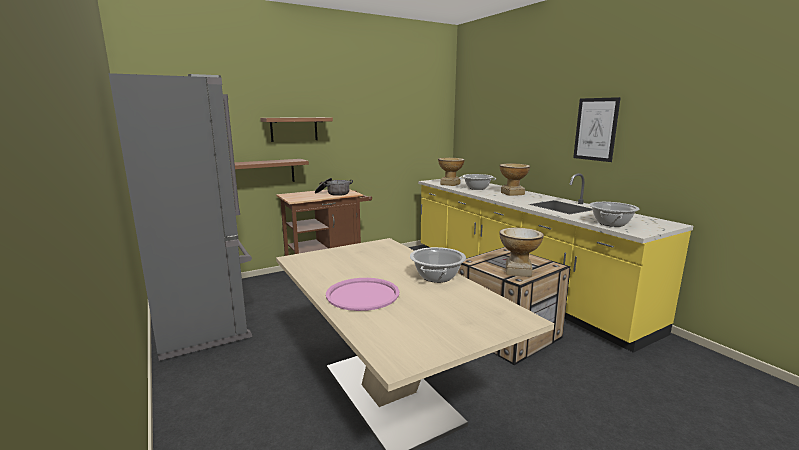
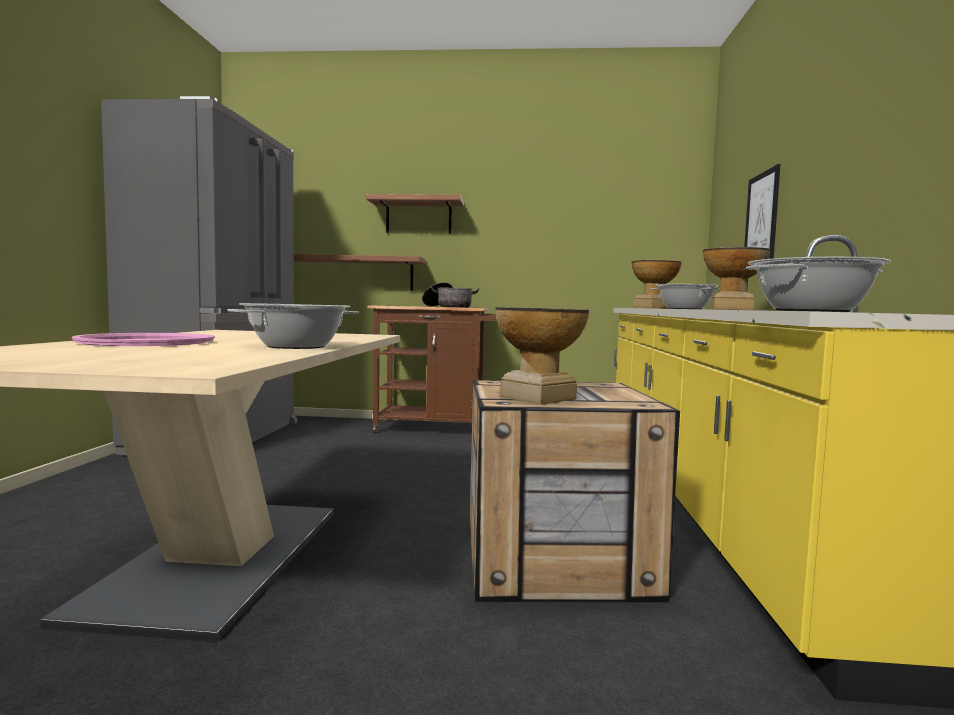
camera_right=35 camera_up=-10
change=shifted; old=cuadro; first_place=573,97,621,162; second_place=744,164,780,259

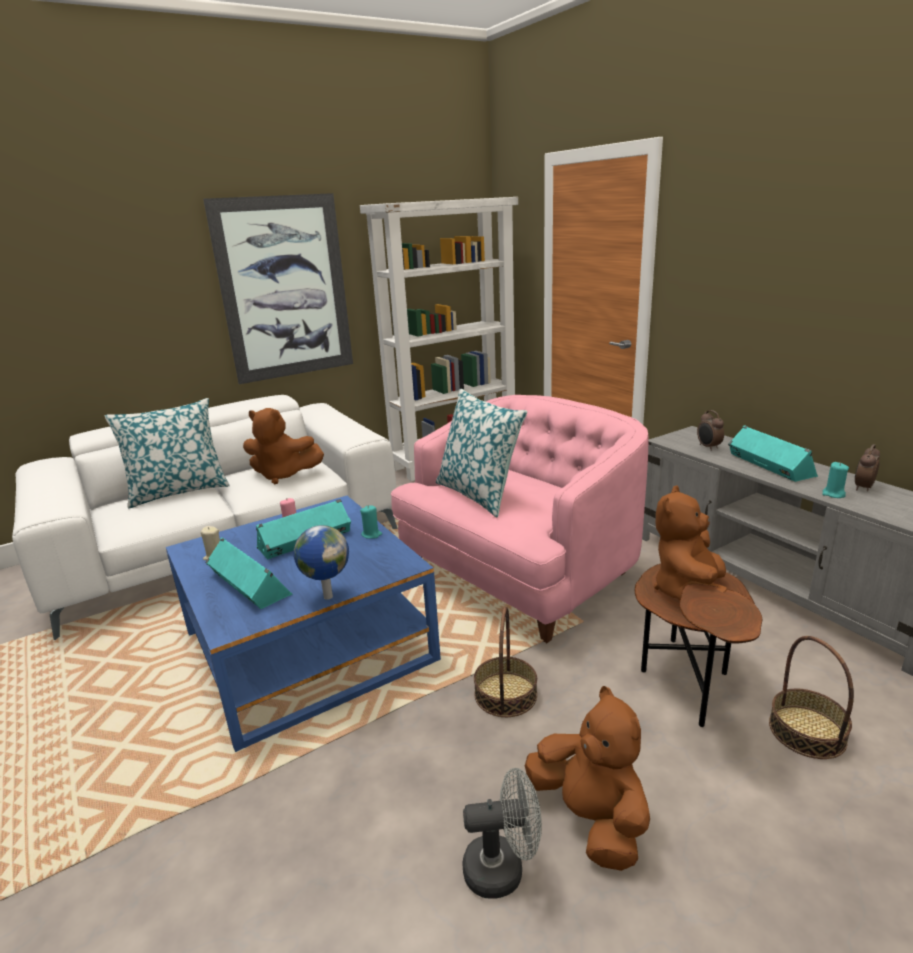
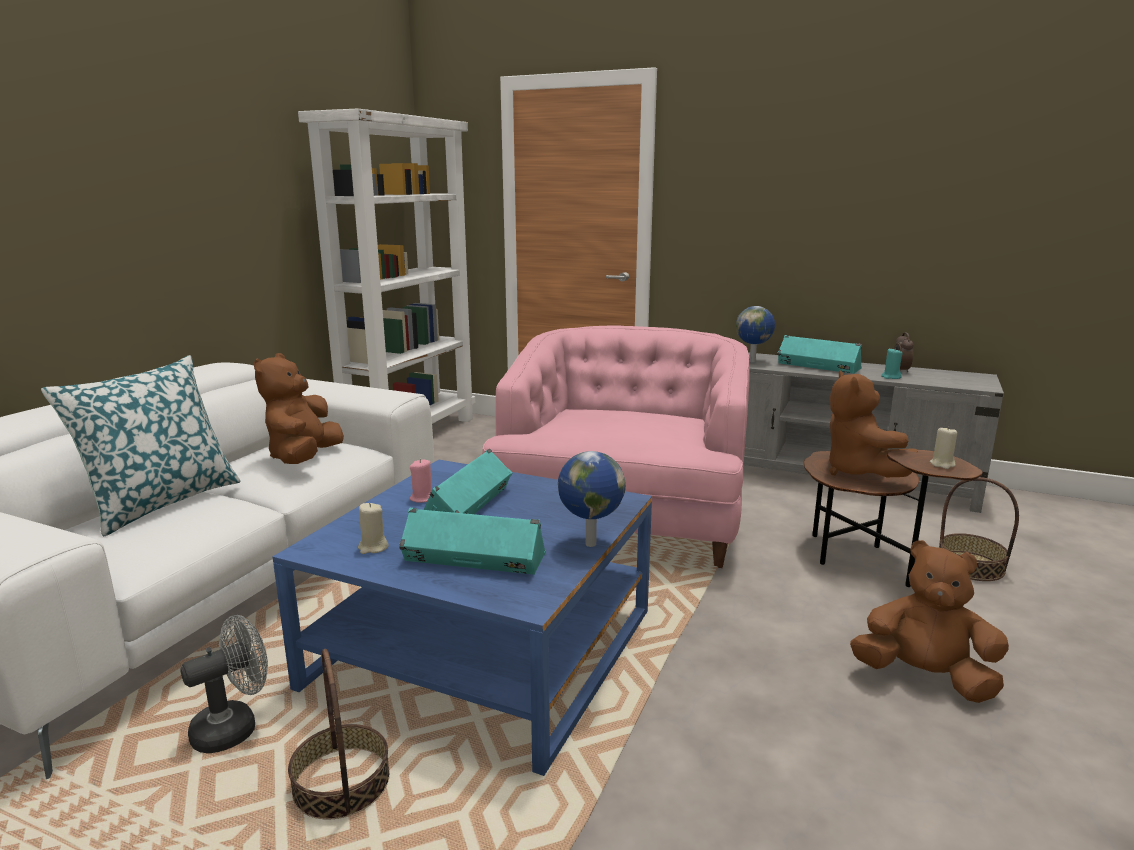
camera_right=-35 camera_up=-5
change=gone; old=cuadro; first_place=203,193,353,384
change=gone; old=cojín; first_place=436,389,527,517
change=rotated; old=peluche [marrón]; first_place=243,408,324,484; second_place=254,353,344,464; degrees=120
change=swapped; old=despertador; new=globo terráqueo; first_place=697,410,724,451; second_place=736,306,775,362
change=gone; old=vela [turquesa]; first_place=360,506,382,539
change=shifted; old=cesta; first_place=474,606,537,717; second_place=288,649,390,819
change=shifted; old=ventilador [gris]; first_place=463,768,542,899; second_place=180,615,268,753
change=new; new=vela [beis]; second_place=930,426,957,469

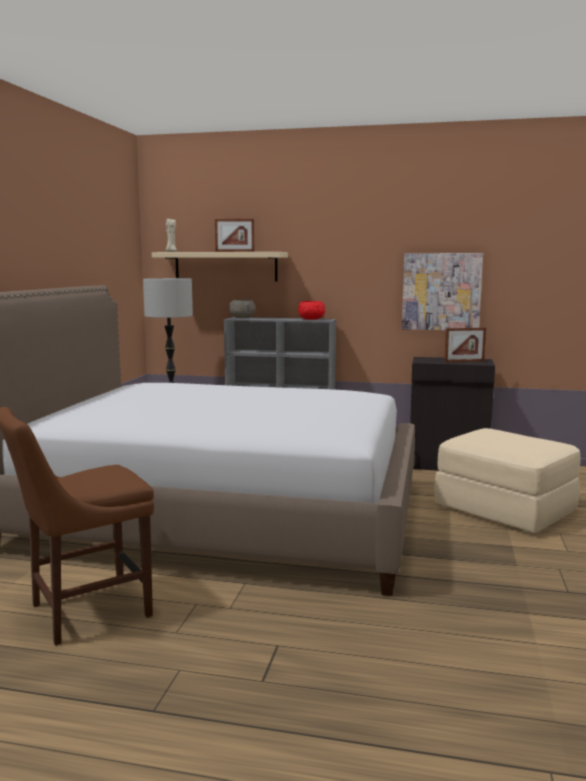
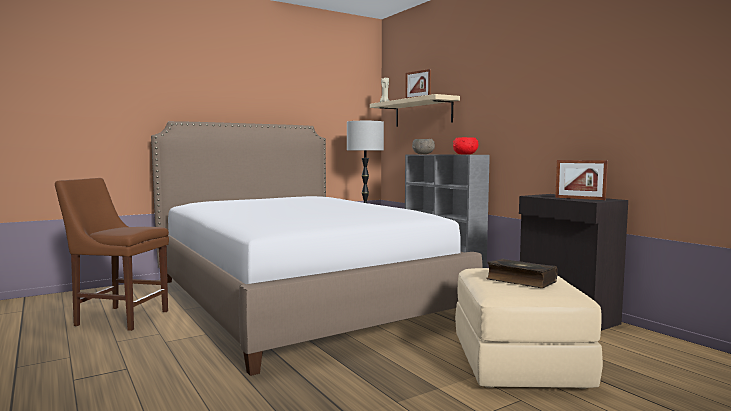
camera_right=45 camera_up=-5
change=gone; old=cuadro; first_place=402,253,483,330
change=new; new=libro; second_place=486,259,558,288

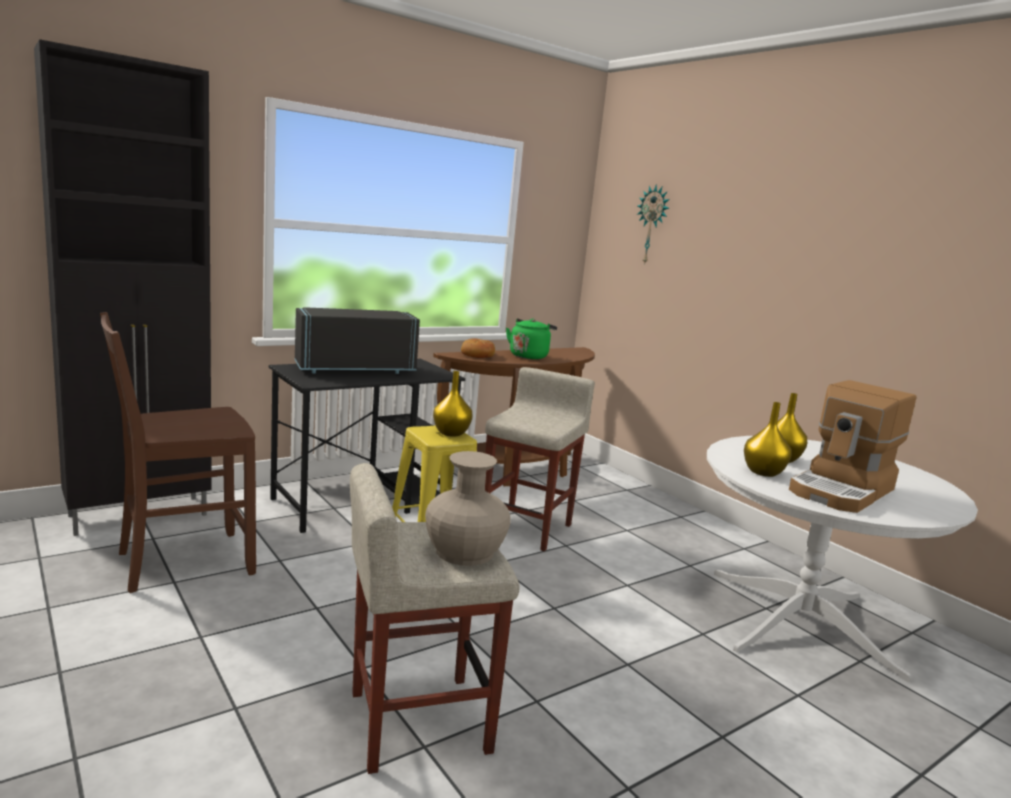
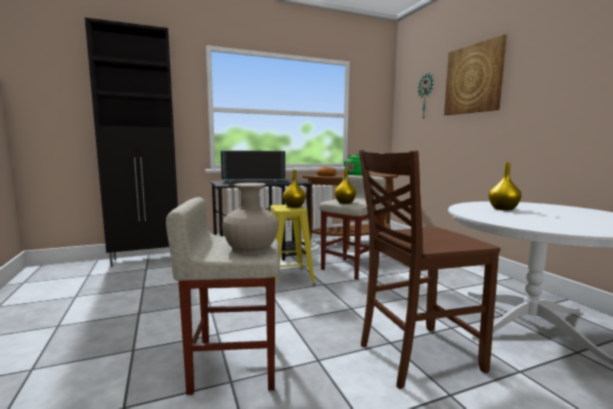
camera_right=15 camera_up=-5
change=shifted; old=silla [marrón]; first_place=100,312,256,593; second_place=359,150,500,389
change=gone; old=cafetera; first_place=789,380,917,513
change=shifted; old=florero [amarillo]; first_place=744,402,792,477; second_place=335,168,356,204
change=new; new=cuadro; second_place=444,34,507,115

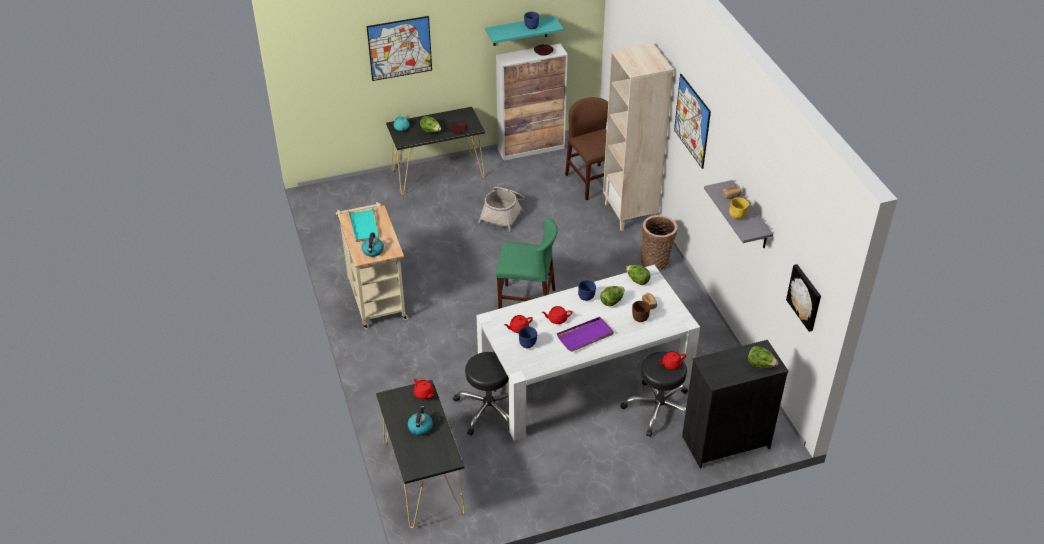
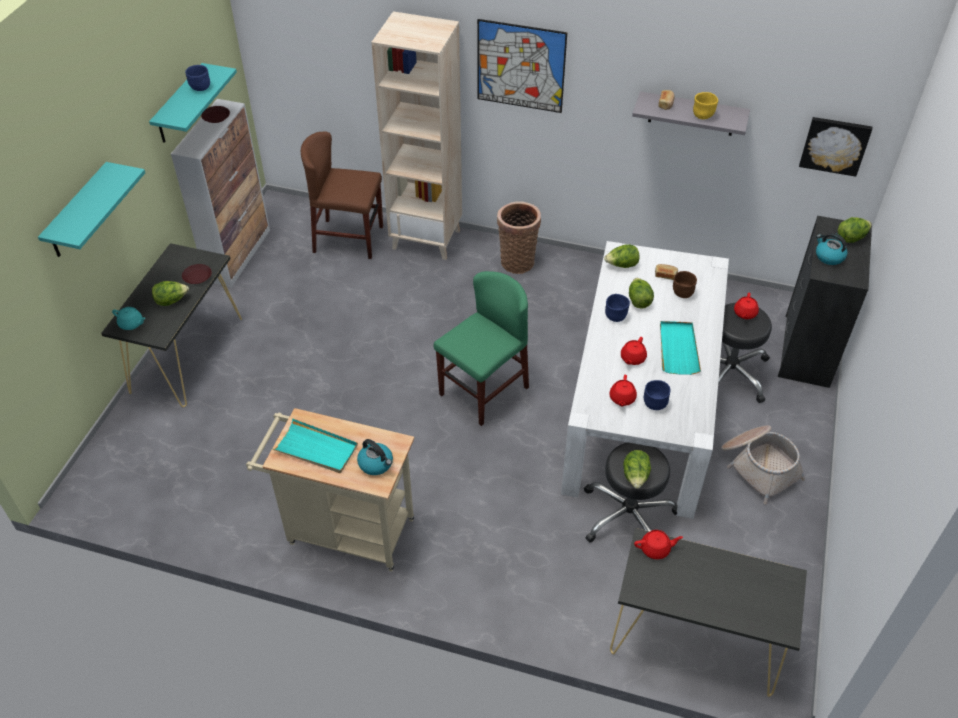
camera_right=-55 camera_up=5
change=swapped; old=cuadro; new=estante [turquesa]; first_place=367,16,432,81; second_place=38,162,145,257
change=shifted; old=cesta; first_place=478,187,525,231; second_place=721,425,805,504
change=repainted; old=bandeja [morado]; new=bandeja [turquesa]; first_place=557,317,614,352; second_place=660,321,701,375
change=shifted; old=hervidor; first_place=408,406,433,435; second_place=816,233,847,265
change=new; new=lechuga; second_place=623,450,651,489

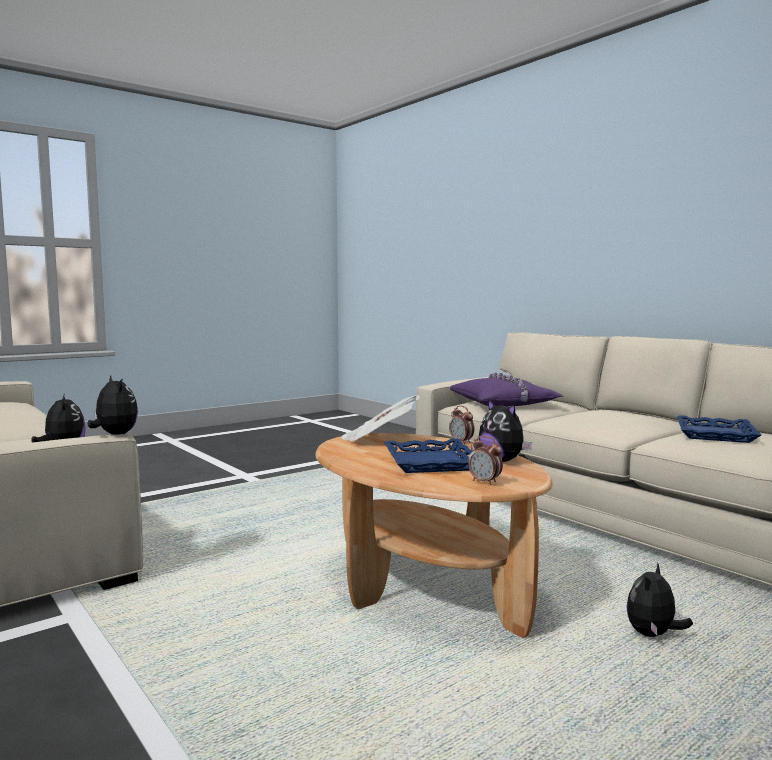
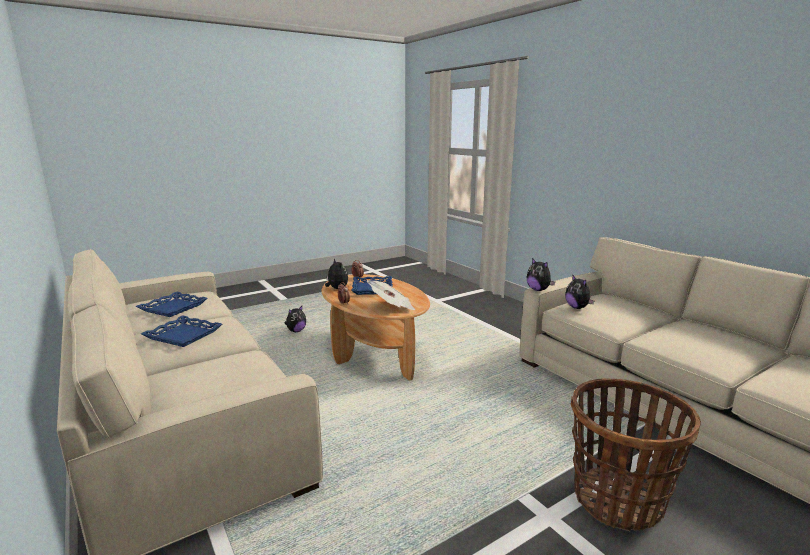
camera_right=-175 camera_up=10
change=gone; old=cojín [morado]; first_place=450,372,563,406
change=new; new=bandeja [azul]; second_place=141,315,222,347
change=new; new=cesta; second_place=571,378,701,531

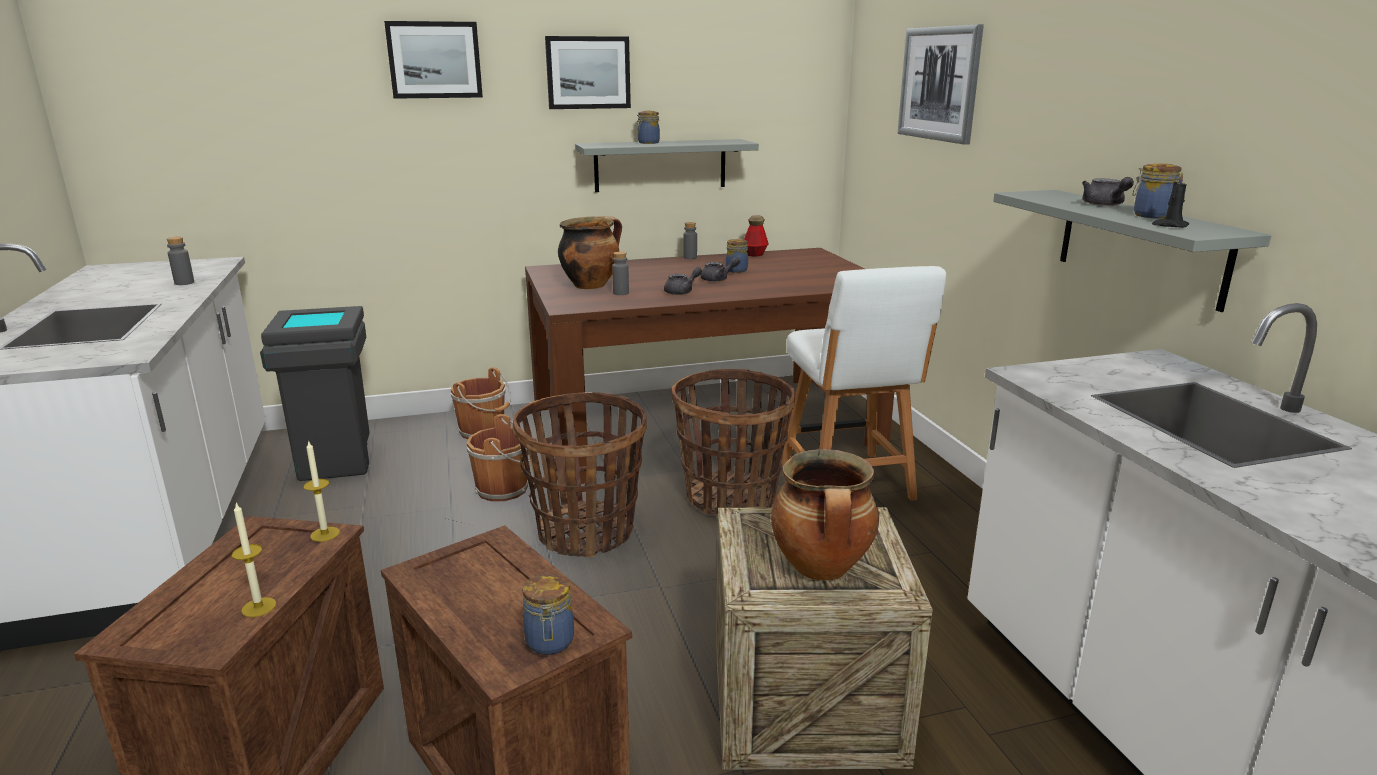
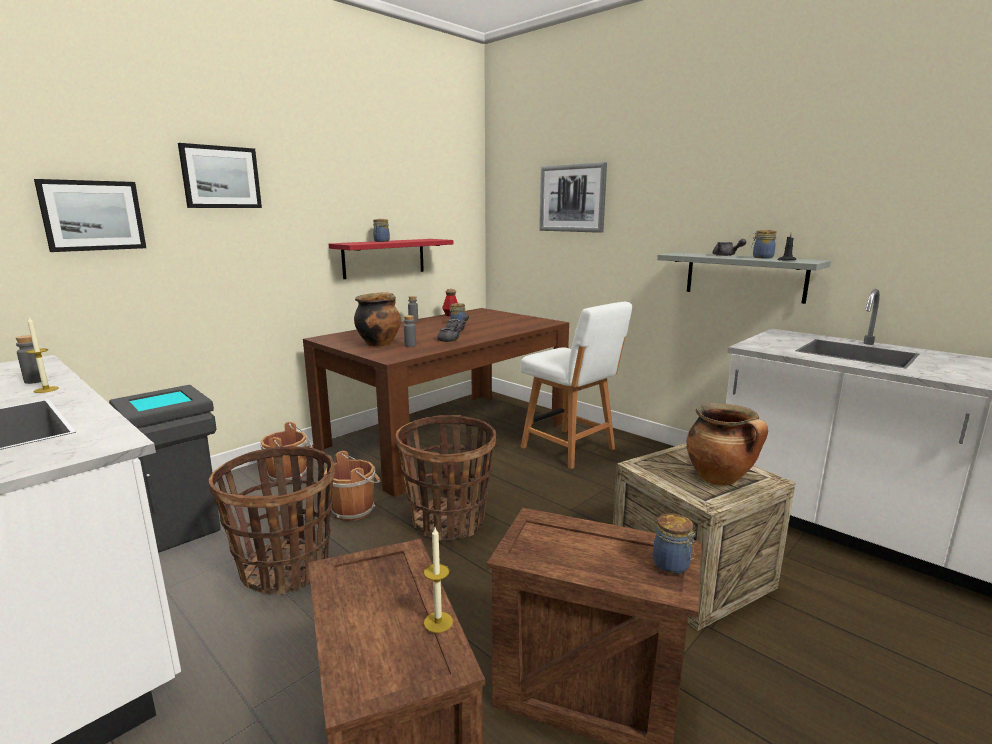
camera_right=-30 camera_up=-5
change=shifted; old=cuadro; first_place=545,36,631,109; second_place=34,179,146,252
change=repainted; old=estante [gris]; new=estante [rojo]; first_place=575,139,759,192; second_place=329,239,453,279
change=shifted; old=cesta; first_place=672,369,796,518; second_place=209,446,335,595
change=shifted; old=vela; first_place=303,440,340,542; second_place=26,317,59,393

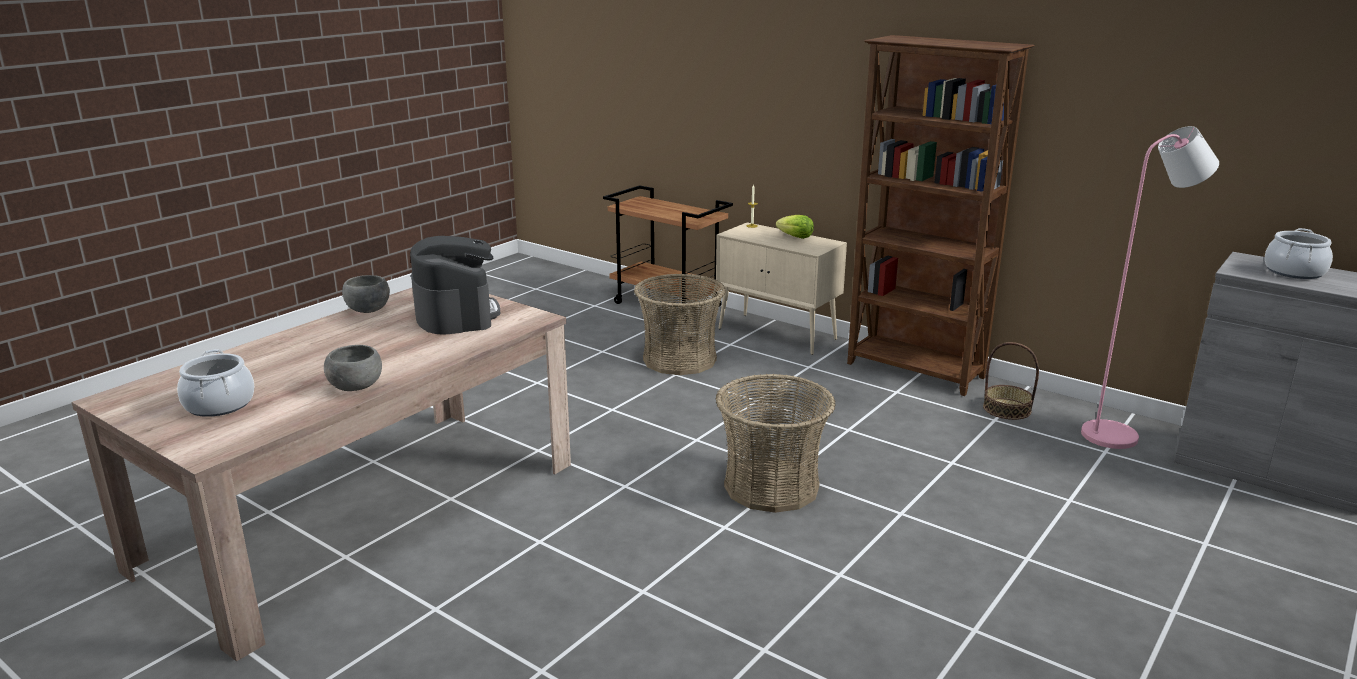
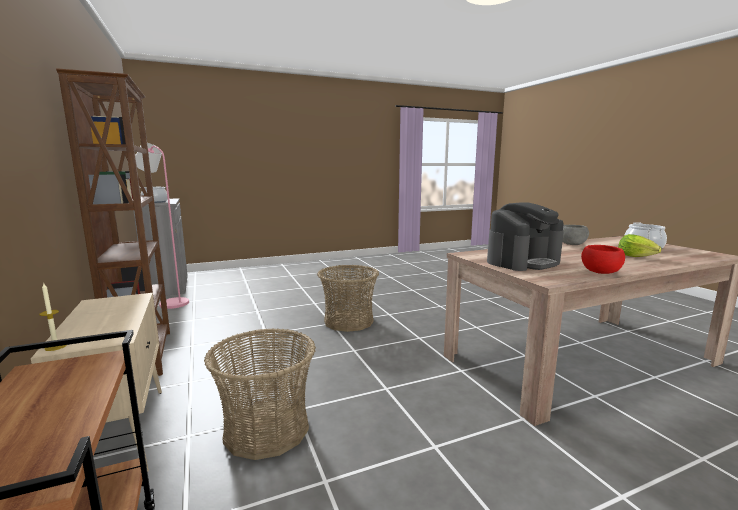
camera_right=-150 camera_up=-10
change=shifted; old=lechuga; first_place=776,215,814,239; second_place=618,234,662,257
change=rotated; old=cafetera; first_place=410,236,500,335; second_place=487,202,564,271; degrees=-135
change=repainted; old=cuenco [gris]; new=cuenco [rojo]; first_place=342,275,390,313; second_place=581,245,625,274
change=gone; old=cesta; first_place=983,342,1039,420

